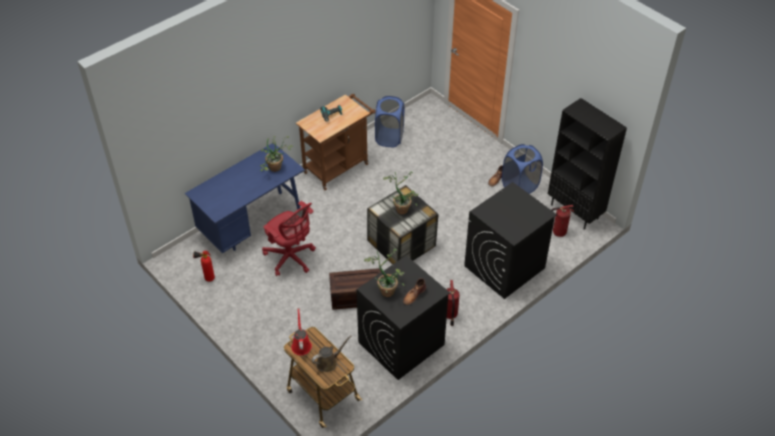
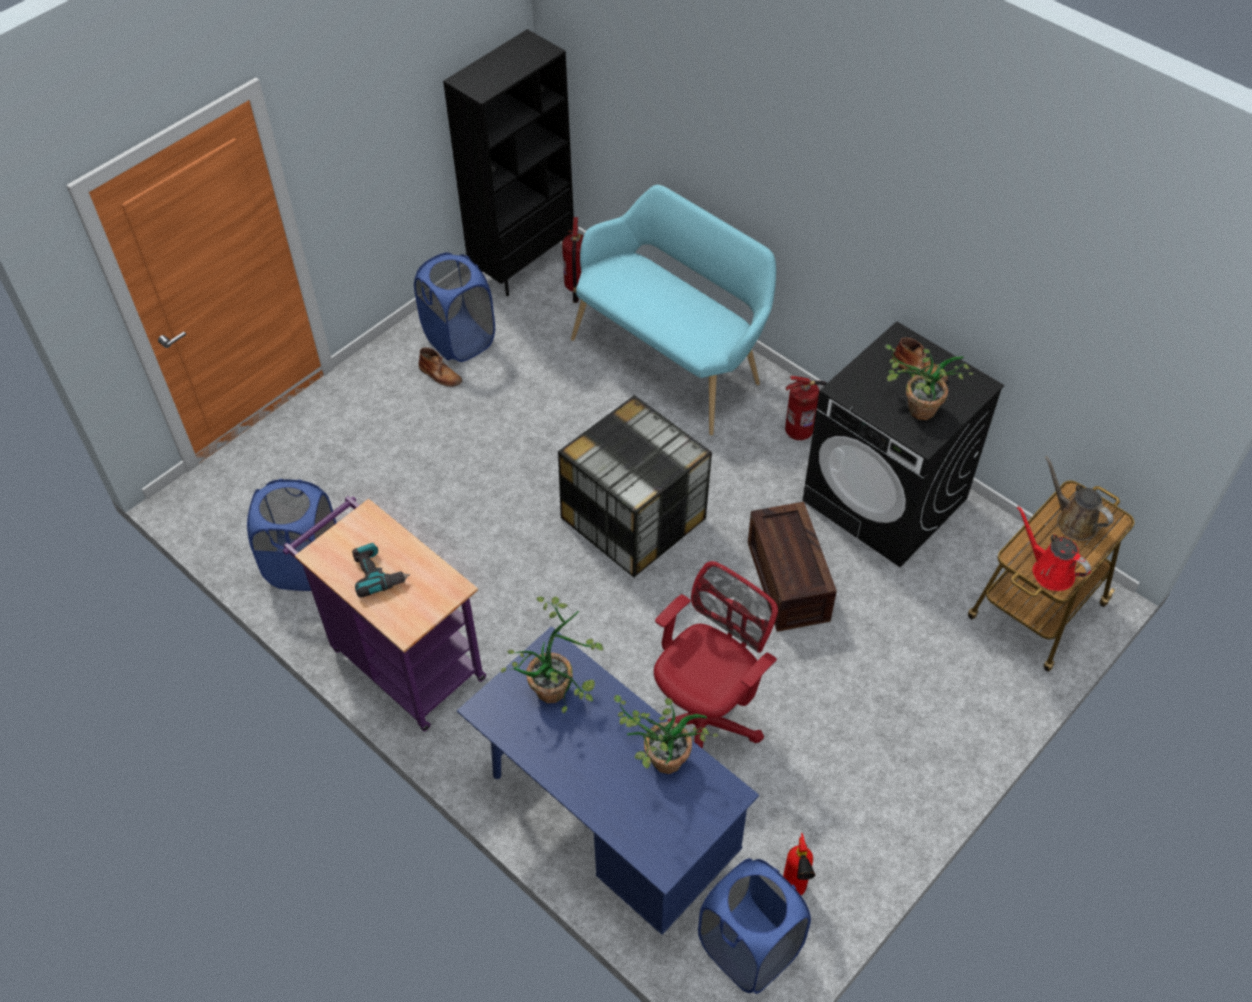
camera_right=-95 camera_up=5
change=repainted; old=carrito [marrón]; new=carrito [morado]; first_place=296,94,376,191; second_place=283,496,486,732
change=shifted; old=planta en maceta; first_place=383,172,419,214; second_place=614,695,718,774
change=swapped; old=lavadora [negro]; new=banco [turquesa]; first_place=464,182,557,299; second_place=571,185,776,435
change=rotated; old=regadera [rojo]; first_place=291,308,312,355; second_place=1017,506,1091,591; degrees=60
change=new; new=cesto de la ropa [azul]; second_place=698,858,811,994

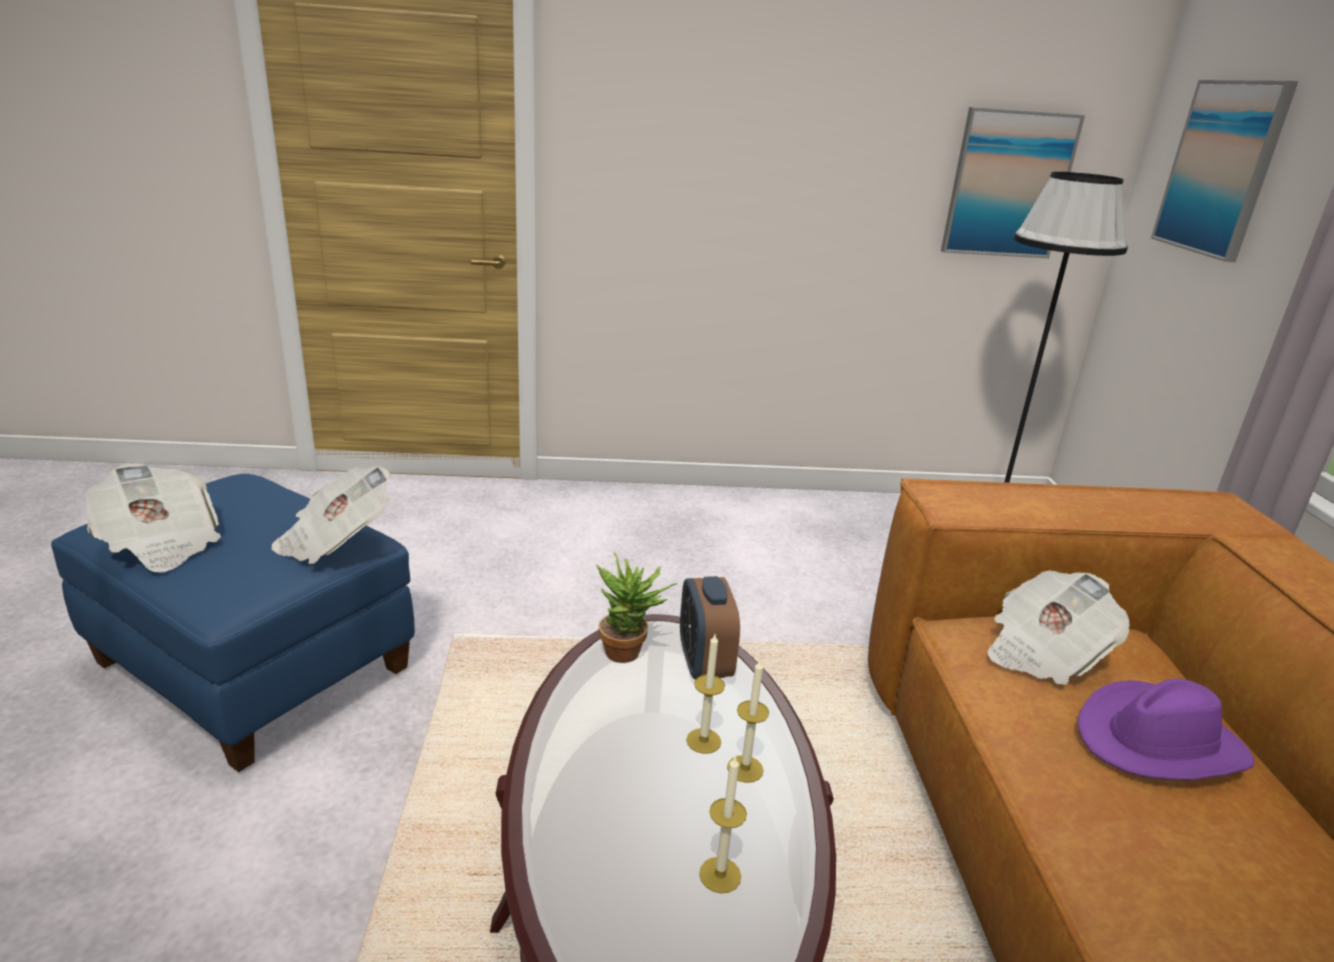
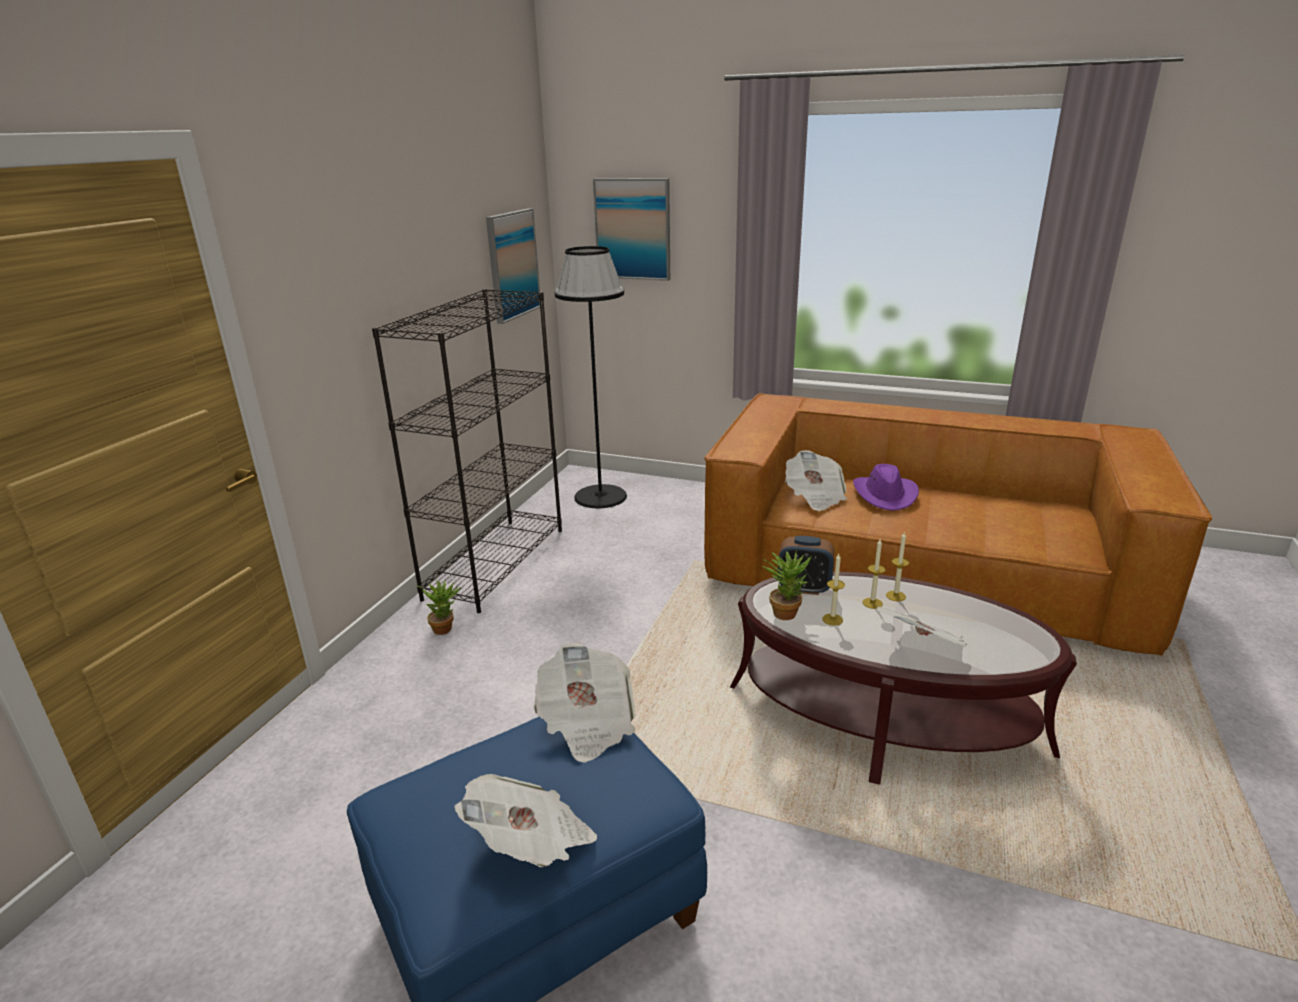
camera_right=-65 camera_up=0
change=shifted; old=vela; first_place=699,755,747,894; second_place=822,554,845,626
change=new; new=estantería [negro]; second_place=372,289,562,613
change=new; new=planta en maceta; second_place=417,580,461,635
change=new; new=periódico; second_place=877,607,967,647

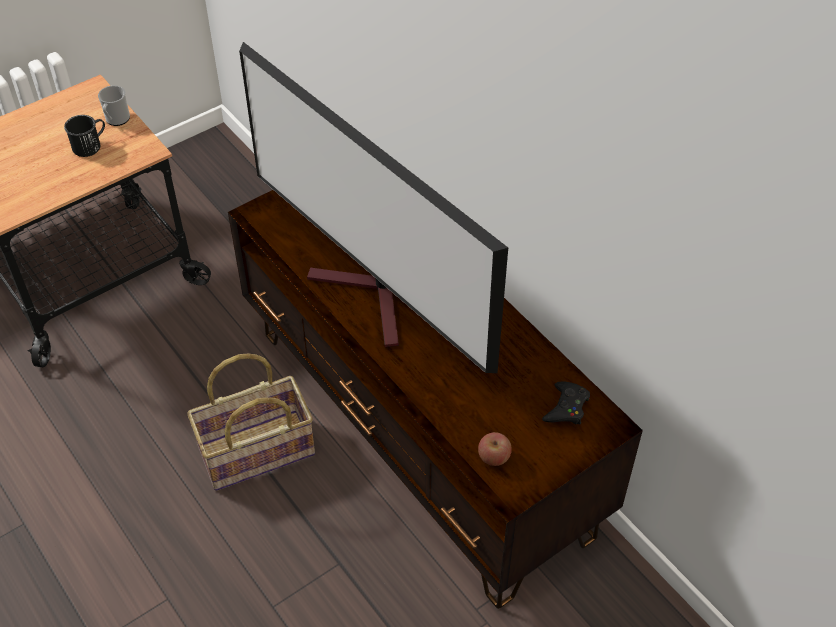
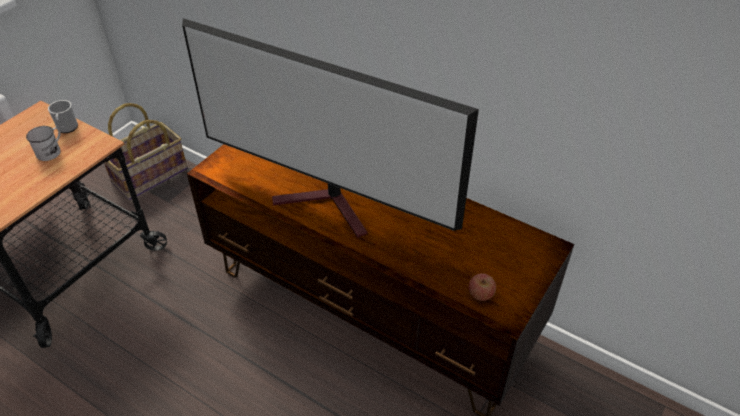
camera_right=-20 camera_up=-5
change=repainted; old=taza grande [negro]; new=taza grande [blanco]; first_place=64,115,105,157; second_place=26,126,61,161
change=shifted; old=cesta; first_place=187,353,315,491; second_place=104,103,188,200
change=gone; old=mando de consola [negro]; first_place=542,381,590,425

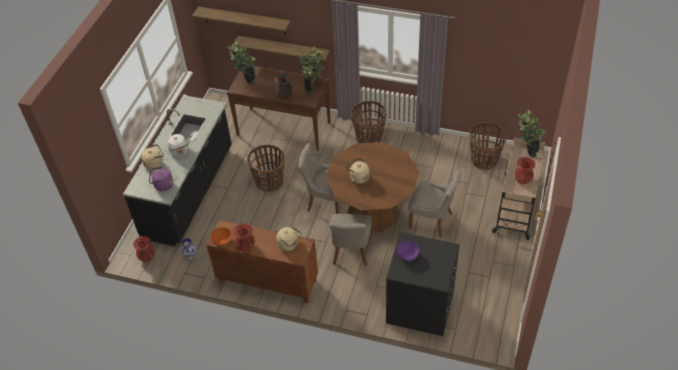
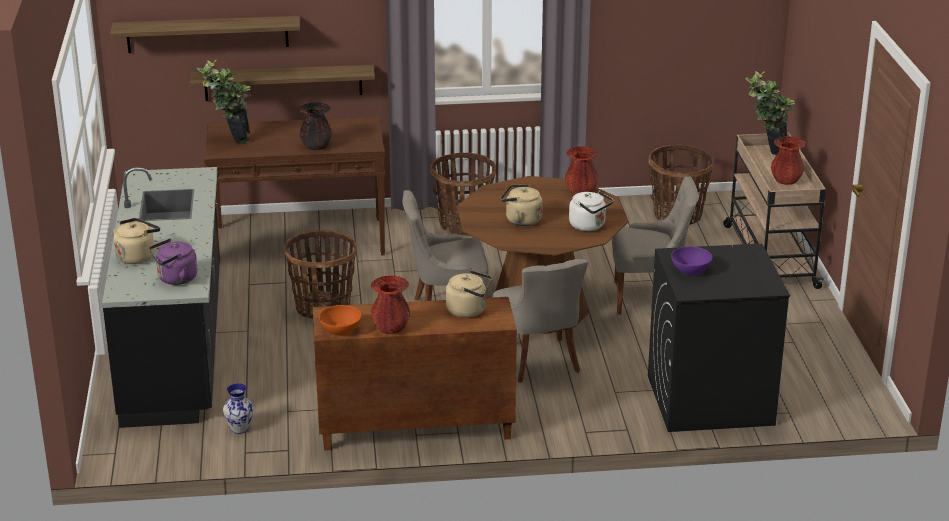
camera_right=-25 camera_up=-20
change=gone; old=planta en maceta; first_place=299,46,325,94
change=shifted; old=hervidor [blanco]; first_place=167,134,190,156; second_place=569,190,613,231
change=shifted; old=florero [rojo]; first_place=133,236,155,262; second_place=565,146,598,195

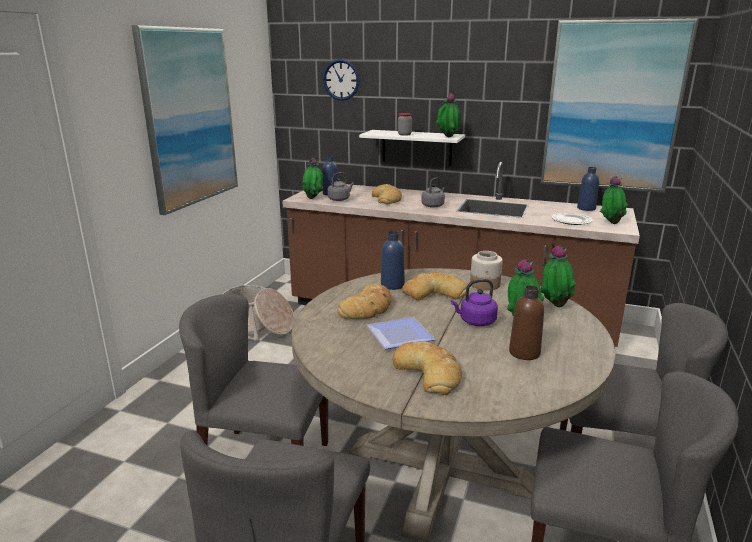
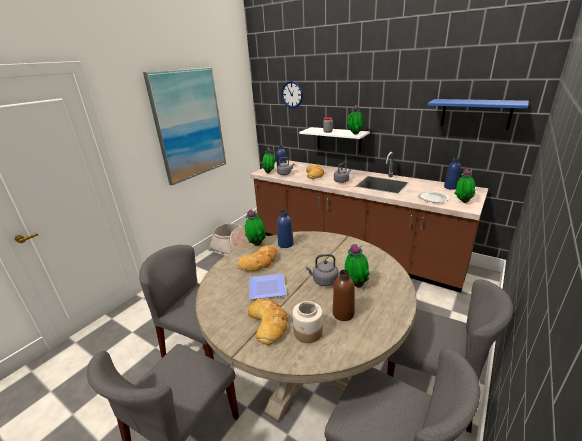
camera_right=15 camera_up=5
change=swapped; old=cuadro; new=estante [azul]; first_place=540,18,699,193; second_place=427,99,529,130
change=shifted; old=planta en maceta; first_place=540,245,576,307; second_place=245,210,266,246
change=shifted; old=tarro; first_place=470,251,503,290; second_place=292,301,323,343
change=gone; old=pan; first_place=402,272,467,300
change=repainted; old=hervidor [morado]; new=hervidor [gris]; first_place=451,279,498,326; second_place=305,254,338,286

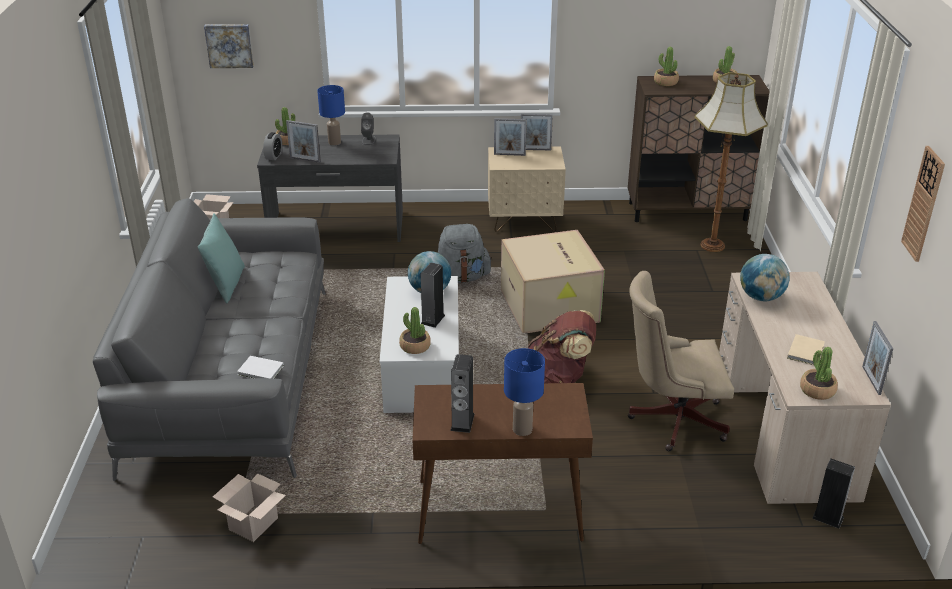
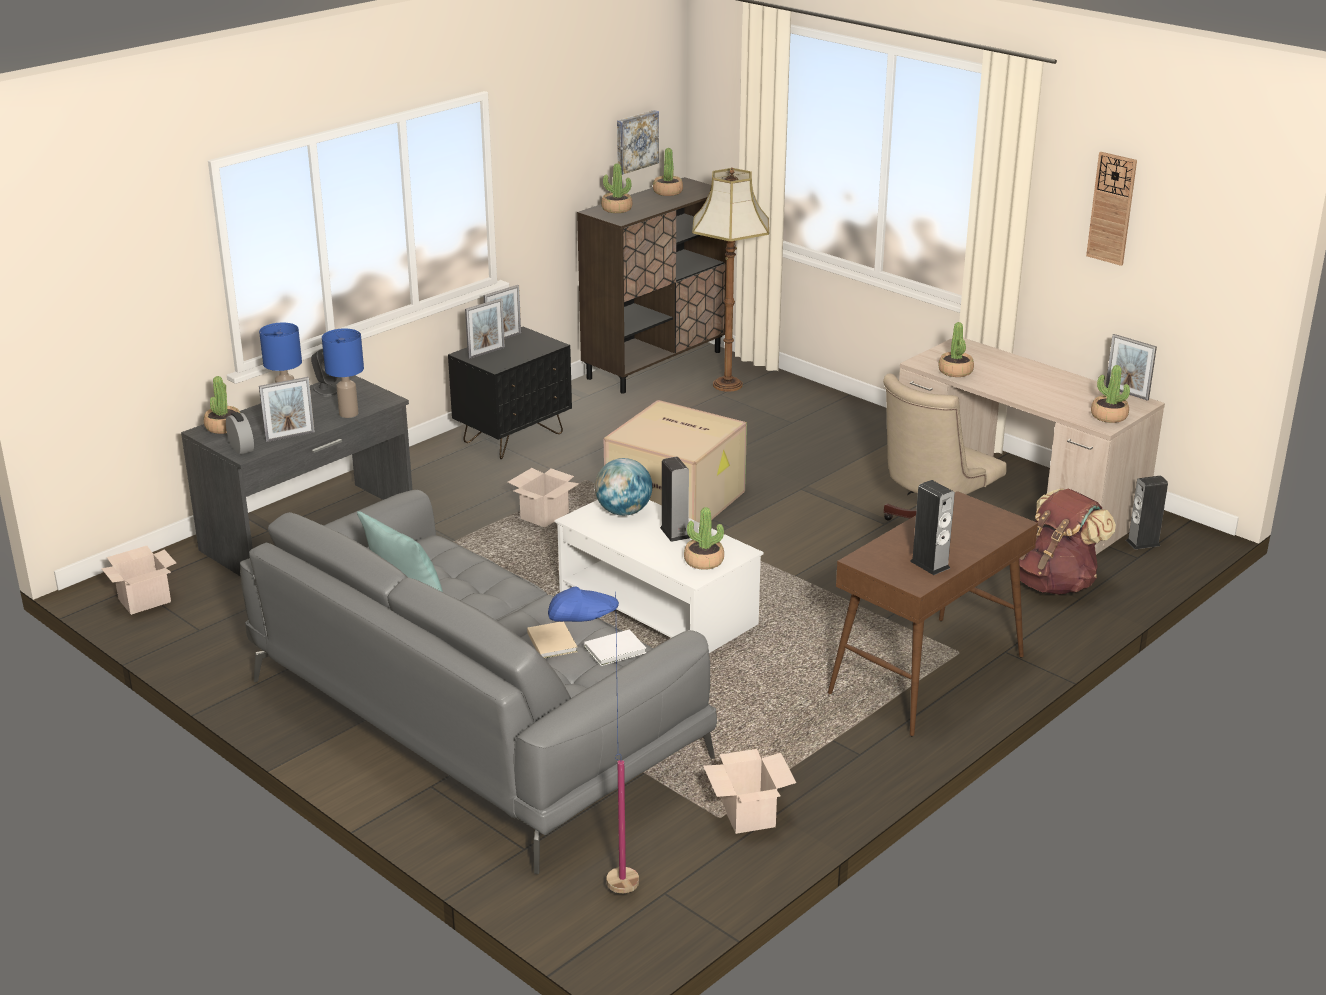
camera_right=-45 camera_up=-5
change=shifted; old=cuadro; first_place=204,24,254,68; second_place=617,110,659,175
change=repainted; old=mesita de noche [beis]; new=mesita de noche [negro]; first_place=488,147,566,232; second_place=448,327,572,459
change=swapped; old=mochila [gris]; new=caja de cartón; first_place=437,224,492,283; second_place=508,468,580,528
change=swapped; old=globo terráqueo; new=planta en maceta; first_place=740,254,790,301; second_place=938,322,974,377
change=shifted; old=mochila [marrón]; first_place=528,310,596,383; second_place=1019,489,1116,595
change=shifted; old=libro [beis]; first_place=787,334,825,365; second_place=527,622,578,658
change=shifted; old=lámpara de mesa [azul]; first_place=504,348,545,436; second_place=322,328,364,418
change=new; new=lámpara de pie [azul]; second_place=548,587,639,893

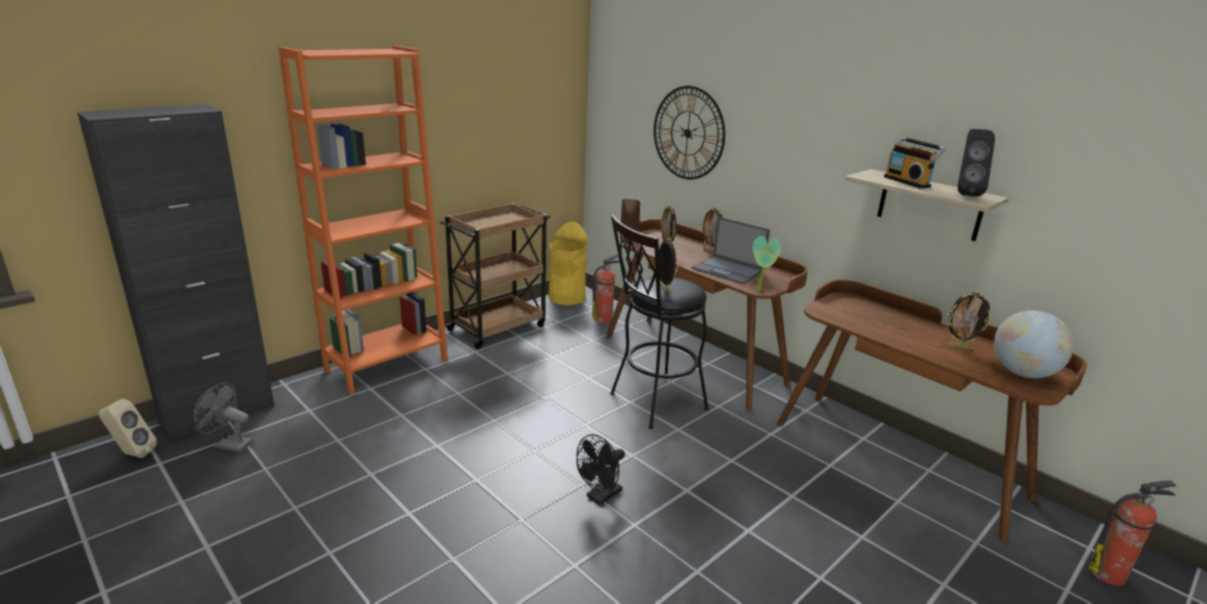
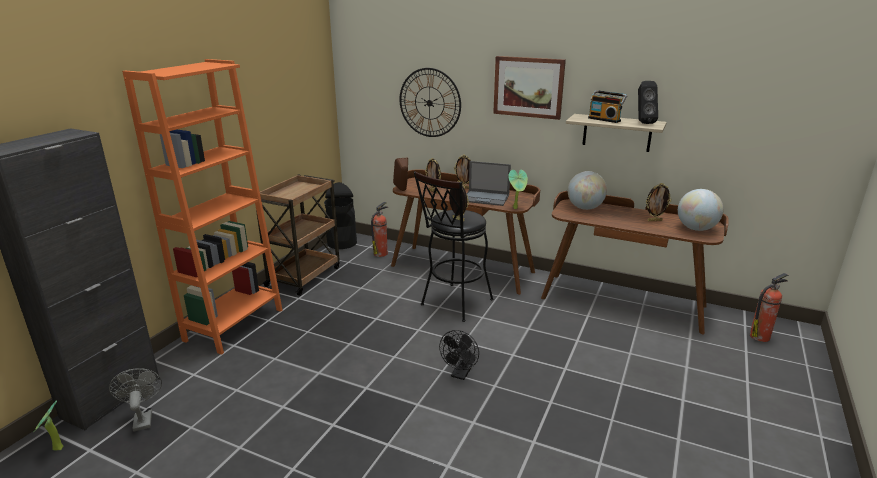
camera_right=-20 camera_up=0
change=repainted; old=papelera [amarillo]; new=papelera [negro]; first_place=549,221,588,305; second_place=324,182,357,249
change=rotated; old=ventilador [gris]; first_place=194,382,253,452; second_place=109,368,162,432; degrees=75
change=swapped; old=altavoz [beis]; new=planta en maceta; first_place=99,399,157,458; second_place=34,401,63,450
change=new; new=cuadro; second_place=493,56,566,120
change=new; new=globo terráqueo; second_place=568,171,607,210

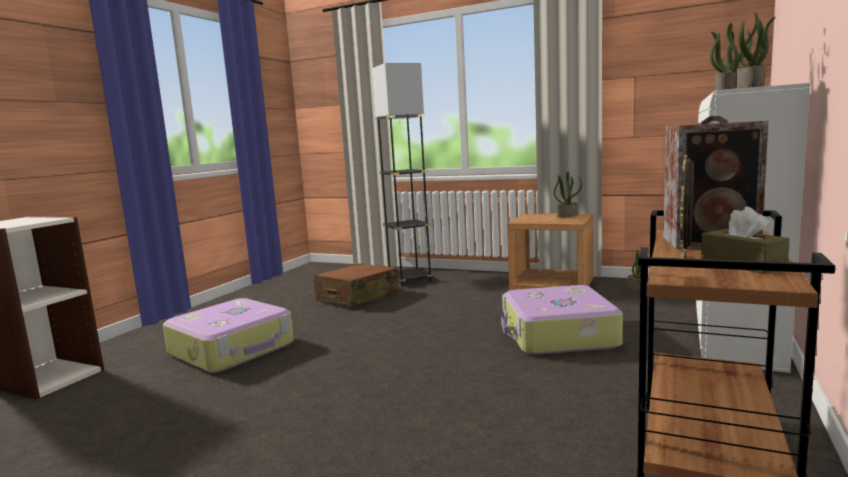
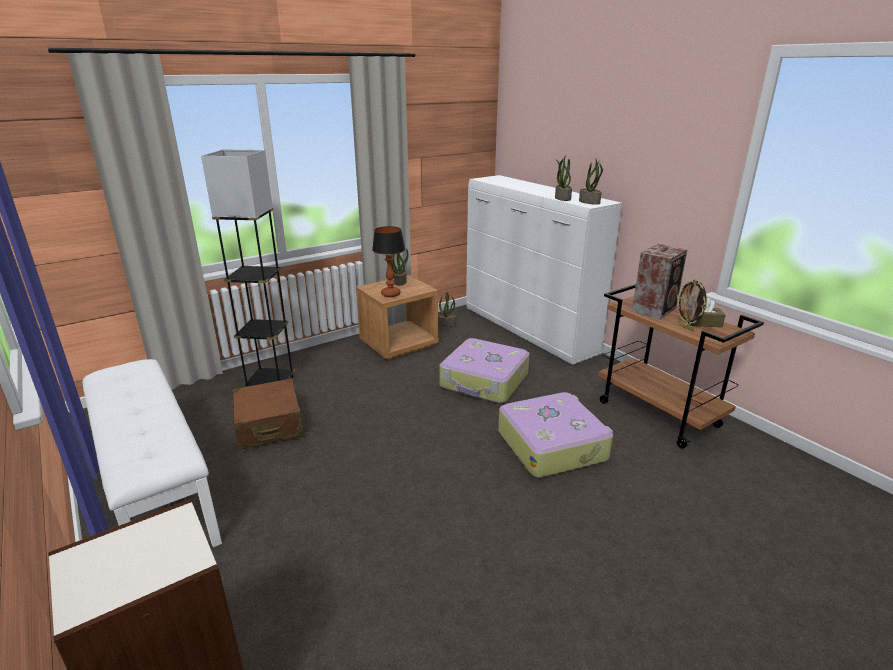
camera_right=-60 camera_up=15
change=shifted; old=maleta; first_place=163,298,294,373; second_place=498,392,613,478
change=new; new=lámpara de mesa; second_place=372,226,405,297
change=new; new=banco [blanco]; second_place=82,359,222,547

